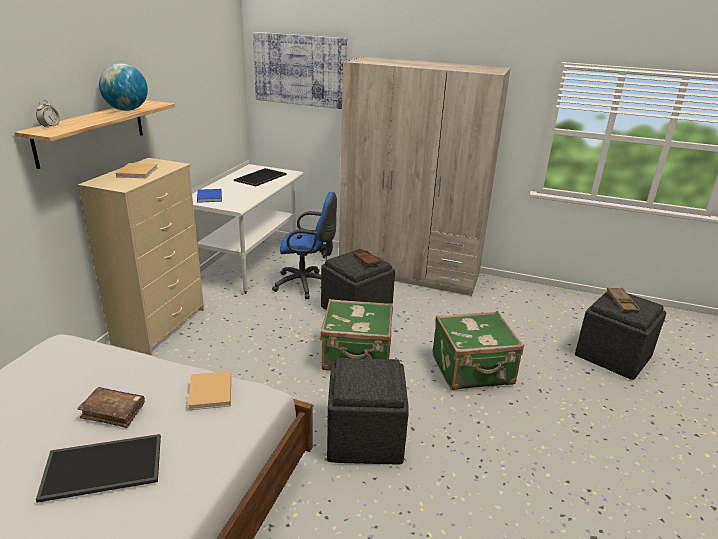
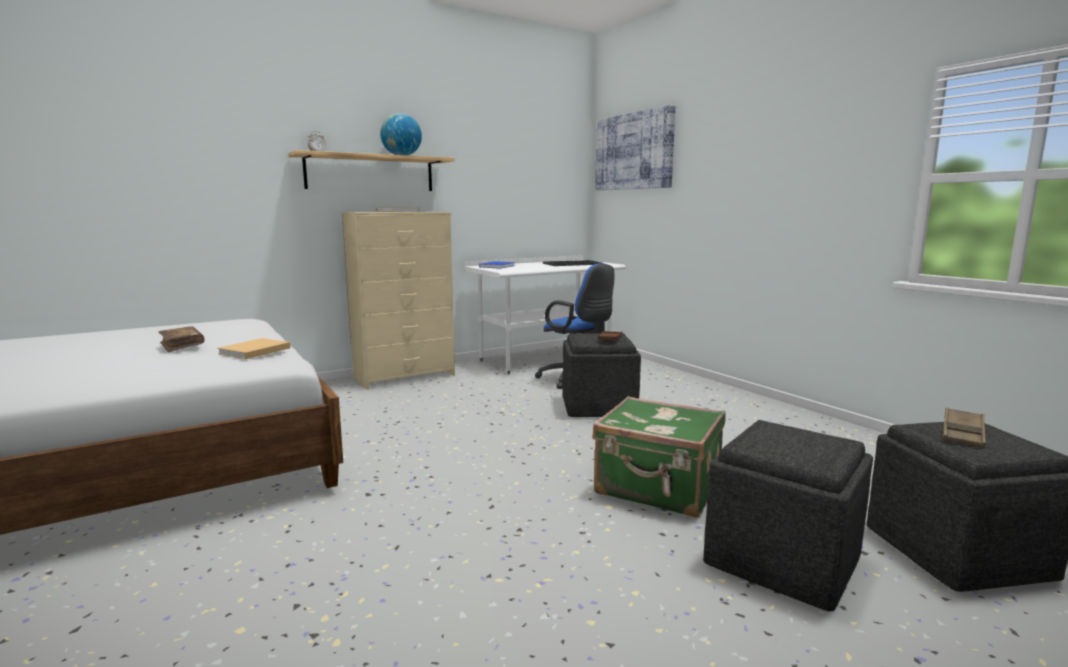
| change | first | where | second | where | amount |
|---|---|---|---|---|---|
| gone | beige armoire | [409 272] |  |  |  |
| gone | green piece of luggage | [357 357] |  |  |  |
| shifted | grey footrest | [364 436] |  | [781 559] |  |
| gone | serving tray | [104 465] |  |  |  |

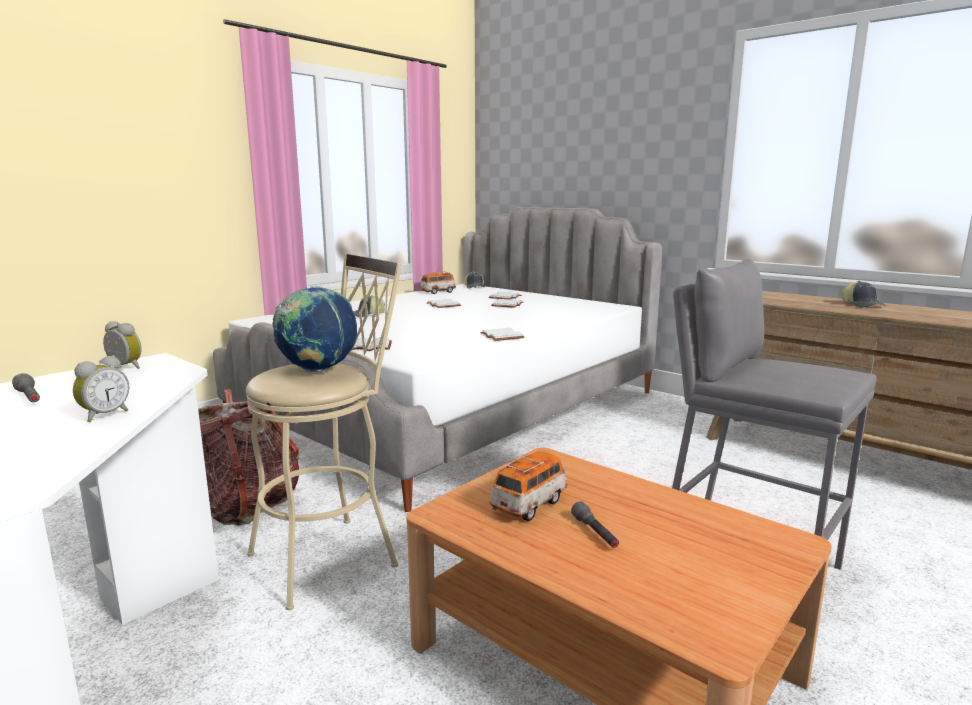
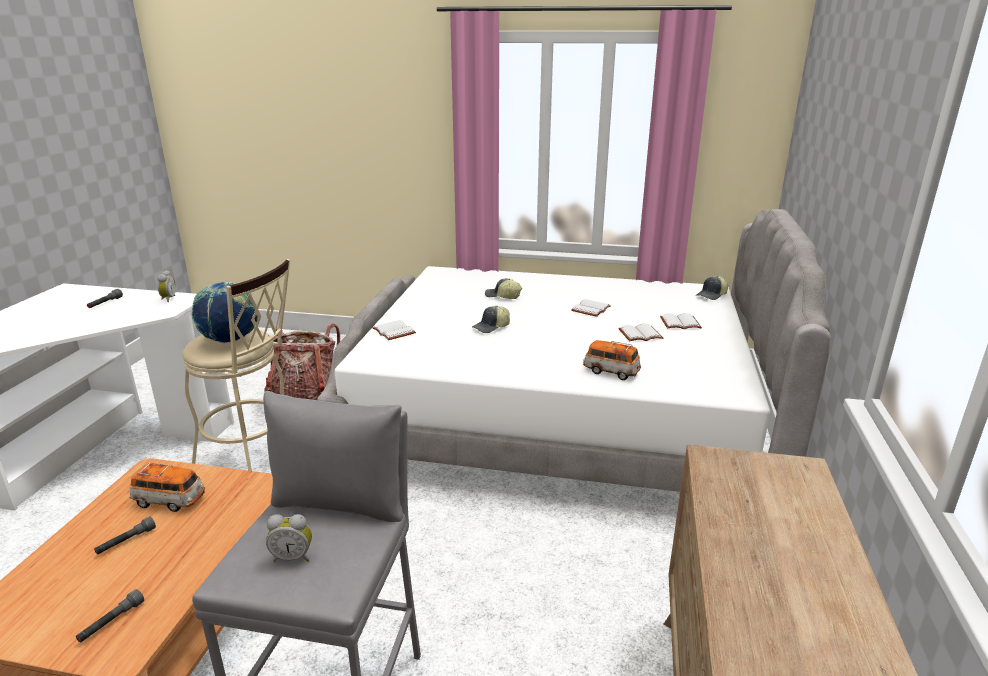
| change | first | where | second | where | amount |
|---|---|---|---|---|---|
| shifted | miniature car | [437 292] |  | [611 372] |  |
| shifted | baseball cap | [862 305] |  | [491 327] |  |
| gone | whitish bound book | [500 336] |  |  |  |
| shifted | table clock | [104 415] |  | [293 557] |  |
| new |  |  | grey hand torch | [111 622] |  |

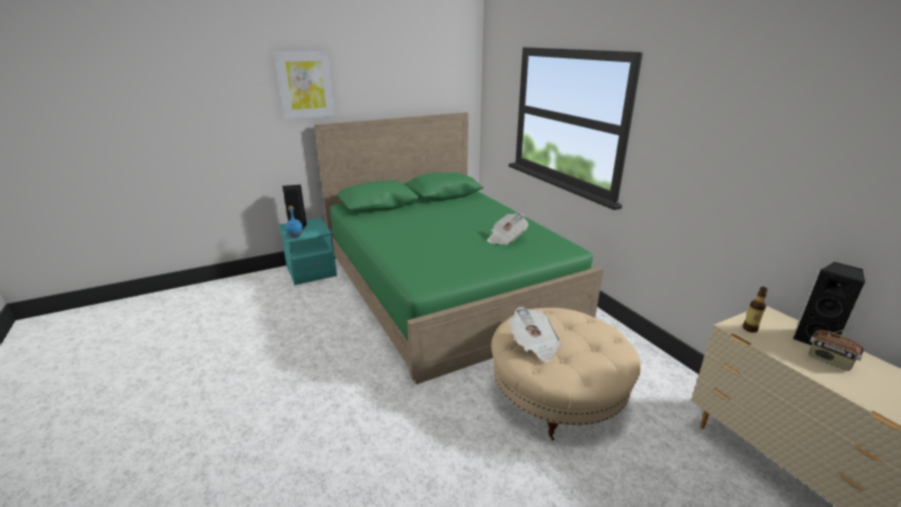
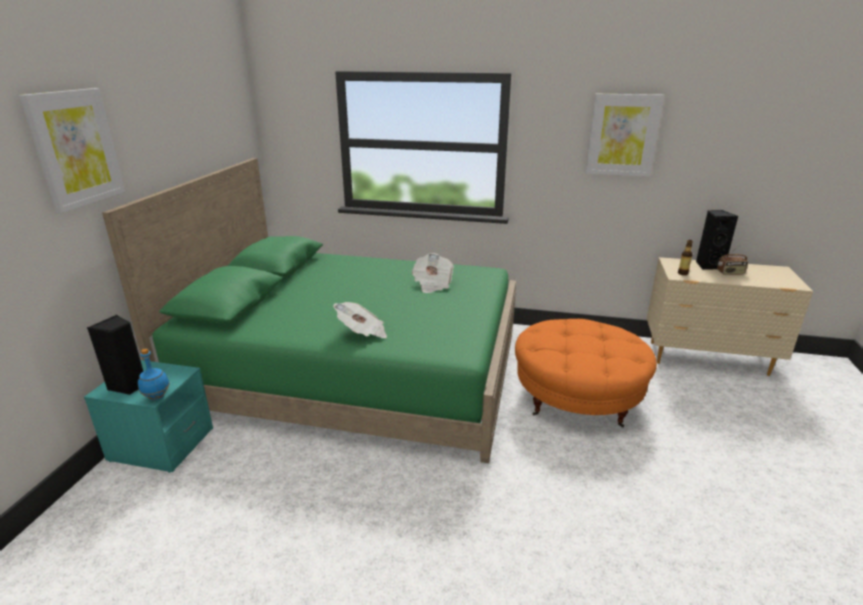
| change | first | where | second | where | amount |
|---|---|---|---|---|---|
| shifted | newspaper | [534 345] |  | [362 332] |  |
| repainted | beige footrest | [557 395] | orangey footrest | [577 397] |  |
| new |  |  | wall art | [622 135] |  |

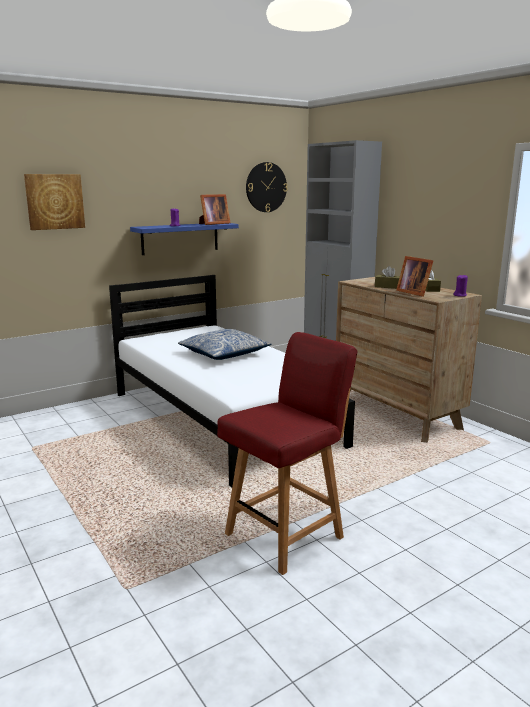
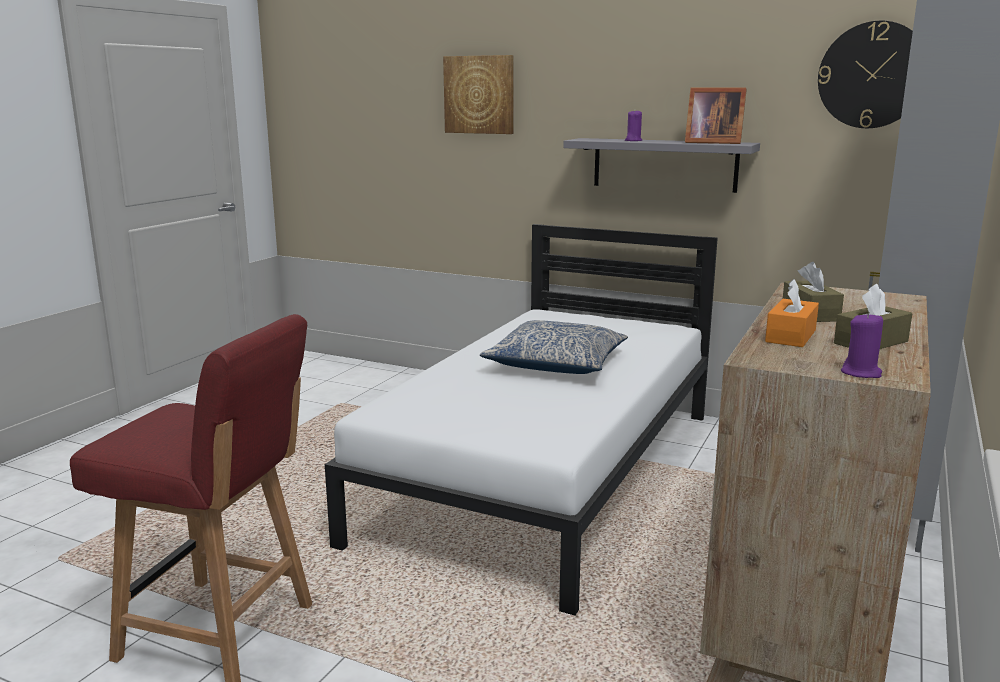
| change | first | where | second | where | amount |
|---|---|---|---|---|---|
| repainted | blue wall shelf | [180 238] | grey wall shelf | [664 164] |  |
| swapped | standing frame | [414 293] | orangey box of tissues | [790 336] |  |

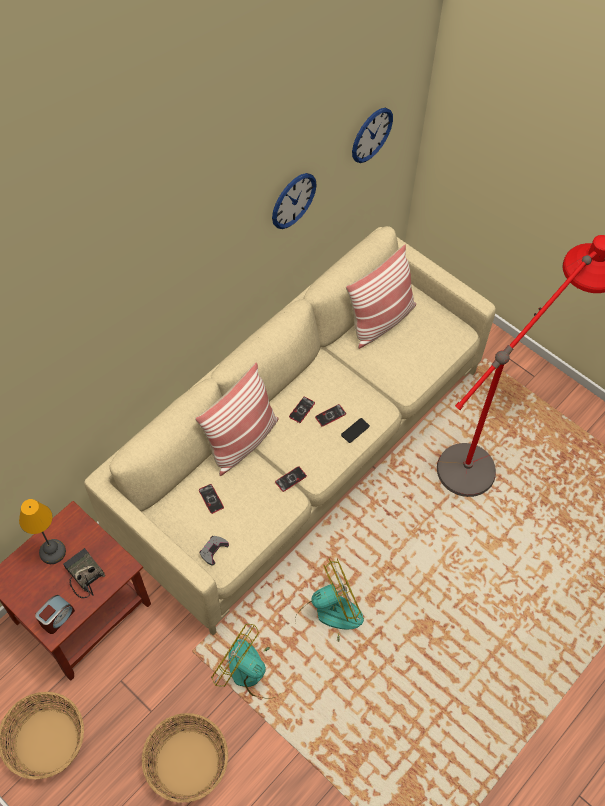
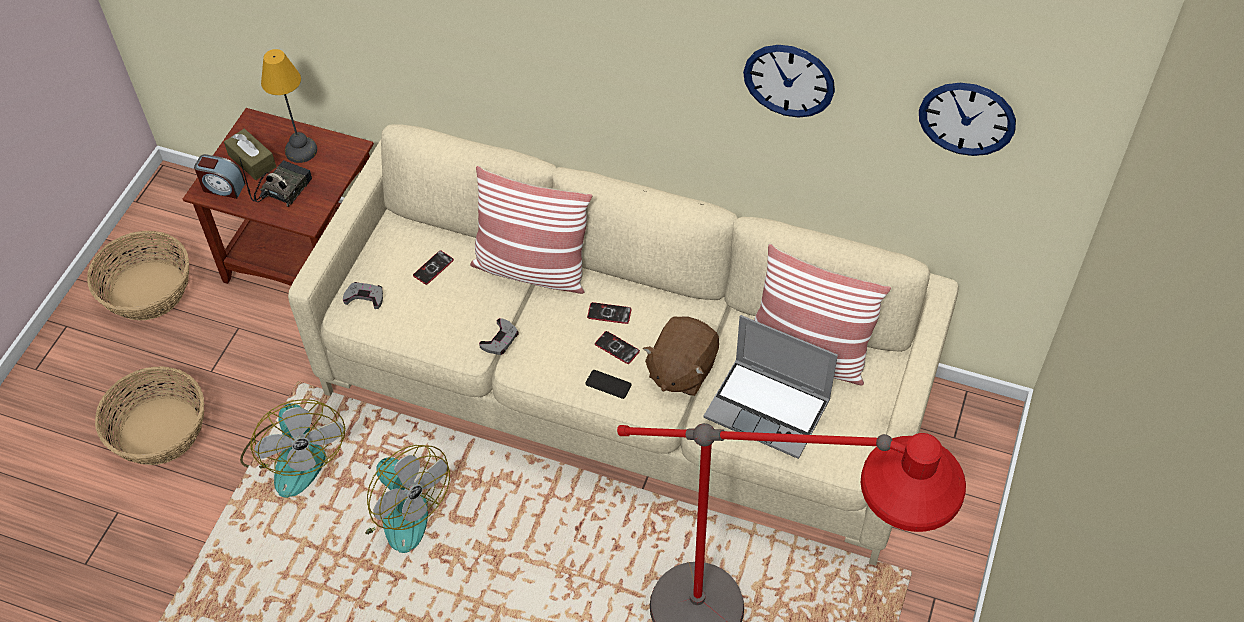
| change | first | where | second | where | amount |
|---|---|---|---|---|---|
| swapped | telephone | [290 479] | grey joypad | [500 340] |  |
| rotated | fan | [255 670] |  | [295 456] | 150 degrees clockwise |
| new |  |  | brown-coloured box of tissues | [252 161] |  |
| new |  |  | laptop | [769 409] |  |
| new |  |  | brown-coloured plush toy | [681 370] |  |

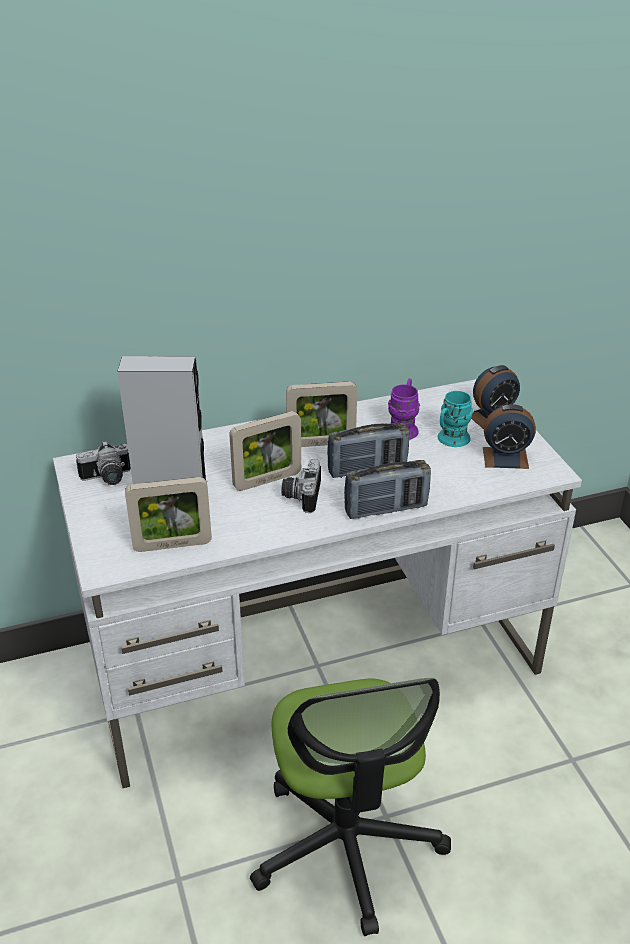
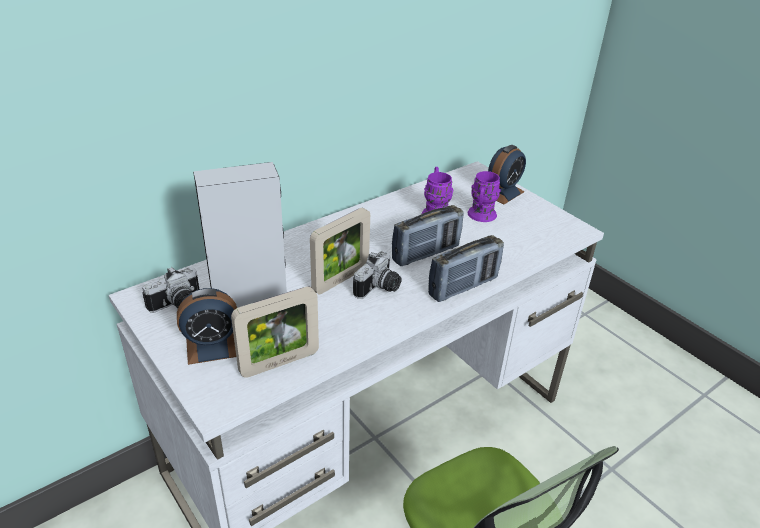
| change | first | where | second | where | amount |
|---|---|---|---|---|---|
| gone | standing frame | [321 443] |  |  |  |
| repainted | turquoise coffee mug | [450 440] | purple-coloured coffee mug | [480 217] |  |
| shifted | table clock | [505 458] |  | [212 346] |  |
| rotated | still camera | [300 496] |  | [380 288] | 135 degrees counterclockwise |

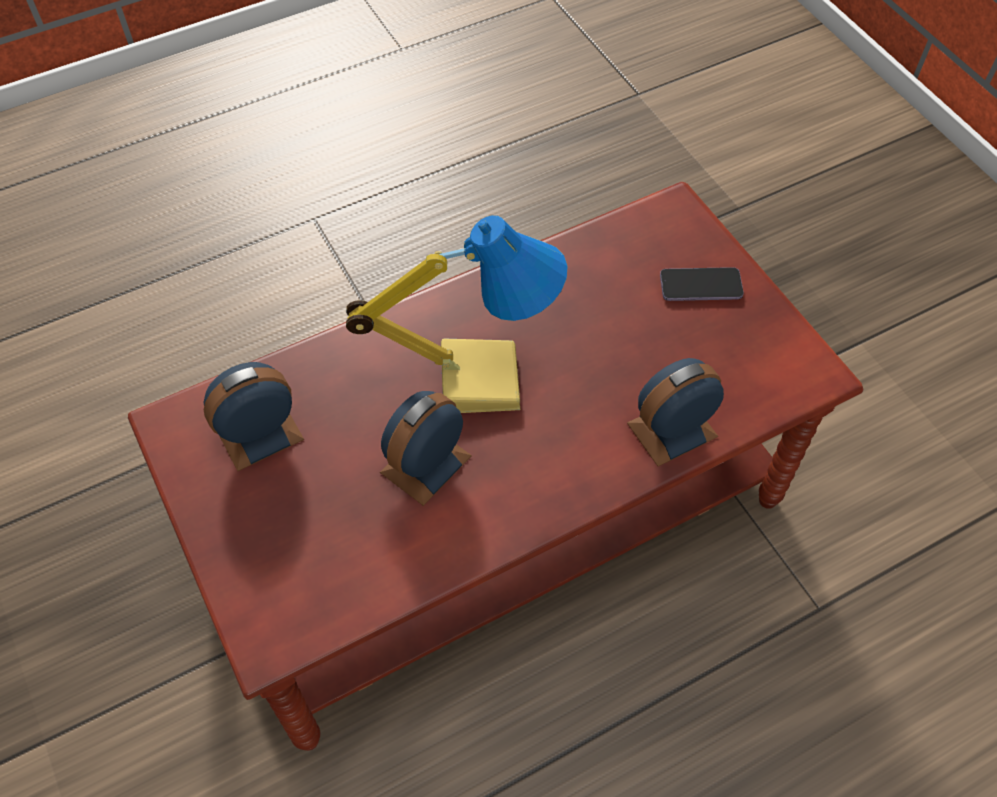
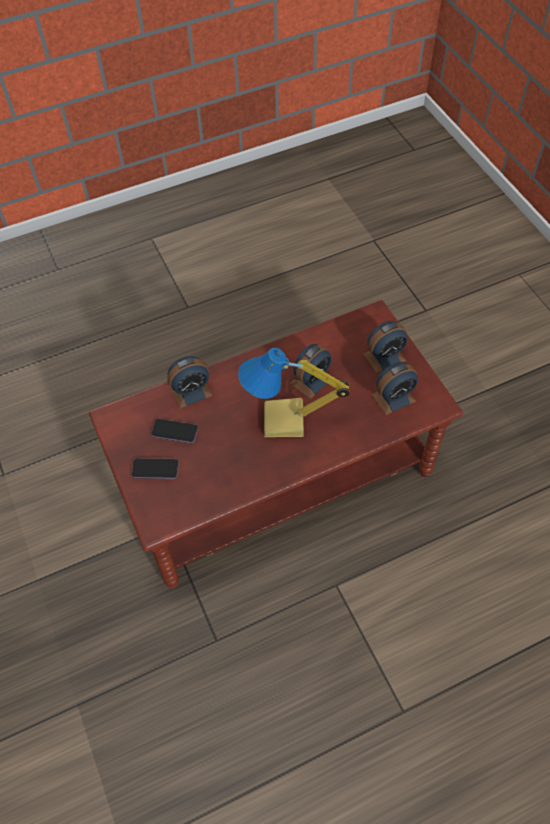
| change | first | where | second | where | amount |
|---|---|---|---|---|---|
| new |  |  | table clock | [384 357] |  |
| new |  |  | telephone | [175 432] |  |

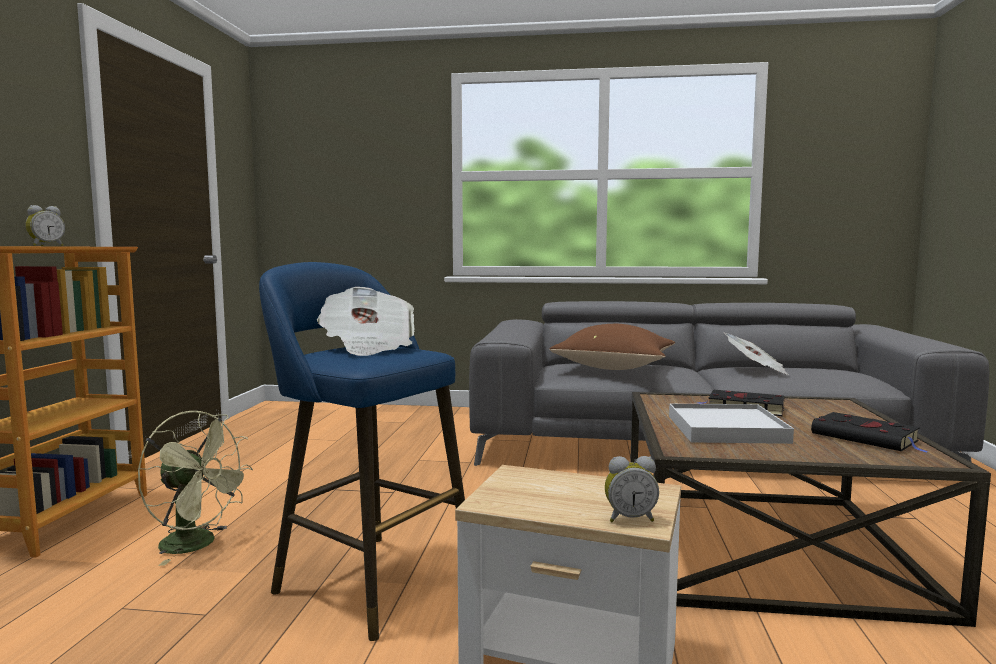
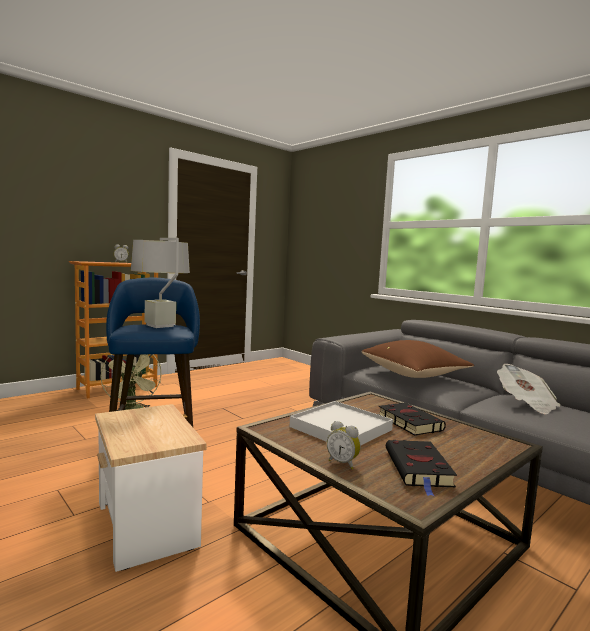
| change | first | where | second | where | amount |
|---|---|---|---|---|---|
| swapped | newspaper | [368 347] | grey tabletop lamp | [160 326] |  |
| shifted | table clock | [629 518] |  | [343 463] |  |

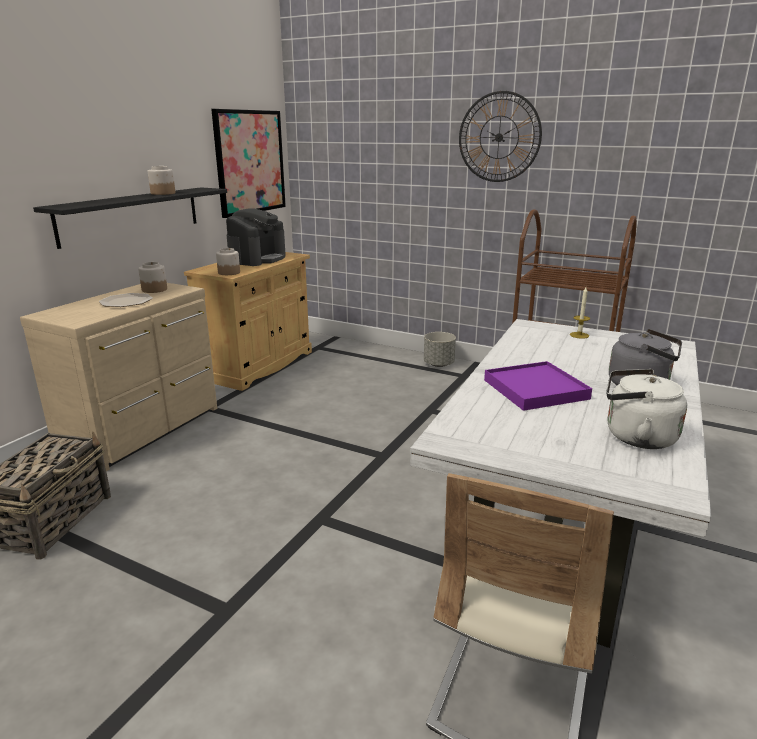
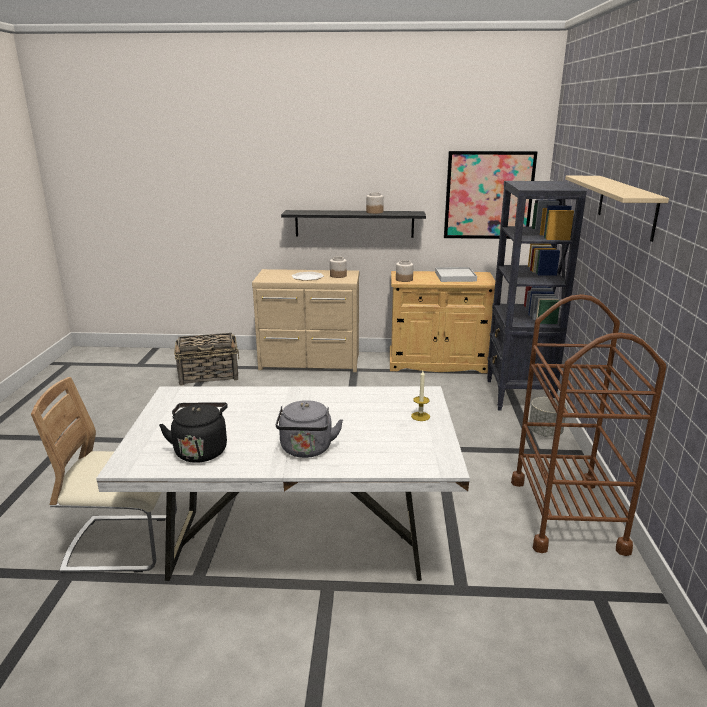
| change | first | where | second | where | amount |
|---|---|---|---|---|---|
| swapped | clock on the wall | [499 137] | beige wall shelf | [626 206] |  |
| swapped | coffee brewer | [257 259] | whitish serving tray | [455 277] |  |
| gone | purple-coloured serving tray | [535 389] |  |  |  |
| repainted | whitish water kettle | [635 437] | black water kettle | [201 450] |  |
| new |  |  | black shelving unit | [518 395] |  |

